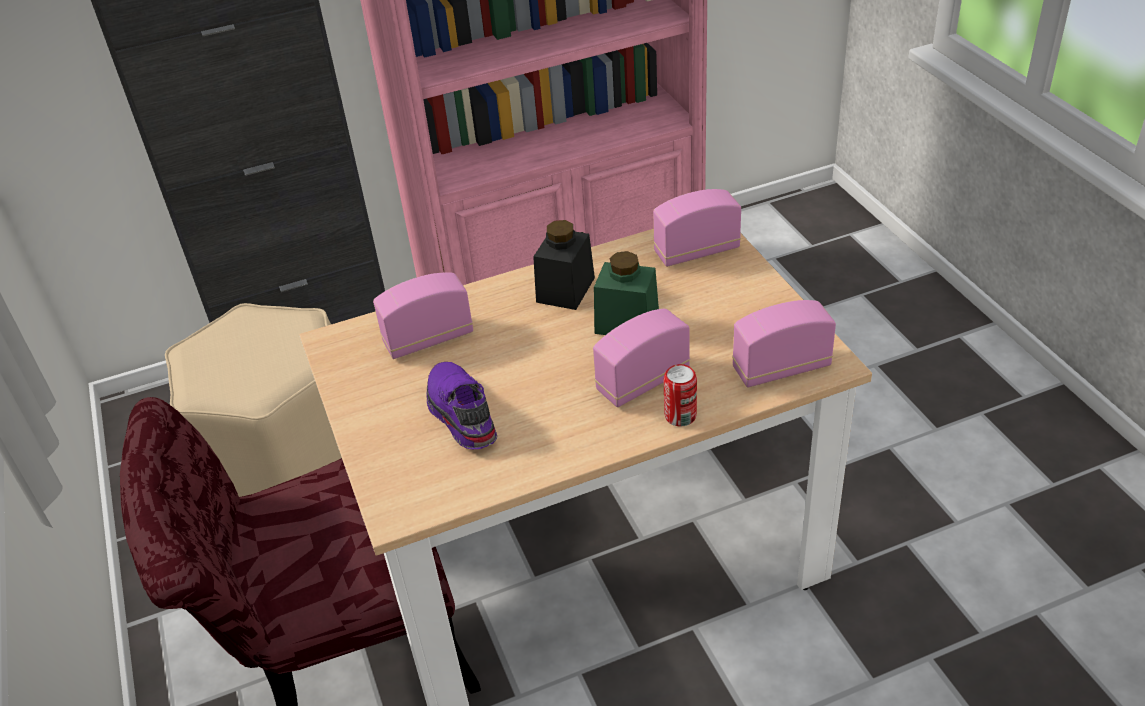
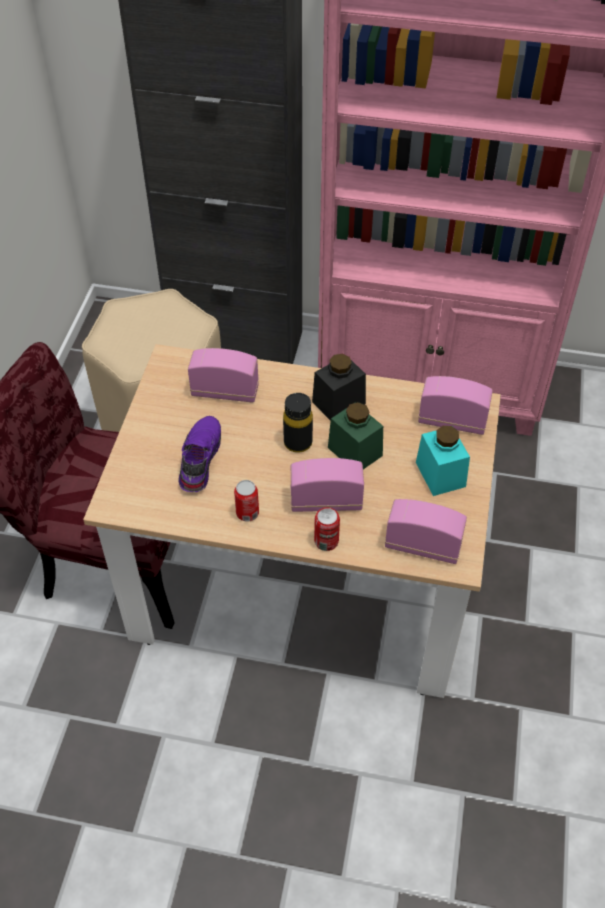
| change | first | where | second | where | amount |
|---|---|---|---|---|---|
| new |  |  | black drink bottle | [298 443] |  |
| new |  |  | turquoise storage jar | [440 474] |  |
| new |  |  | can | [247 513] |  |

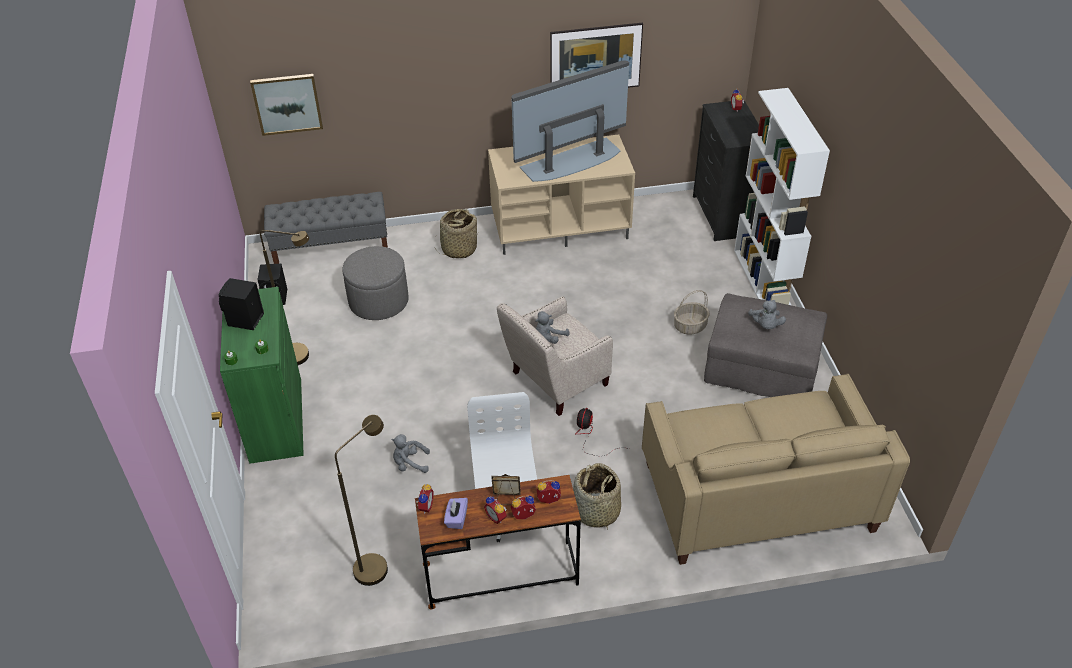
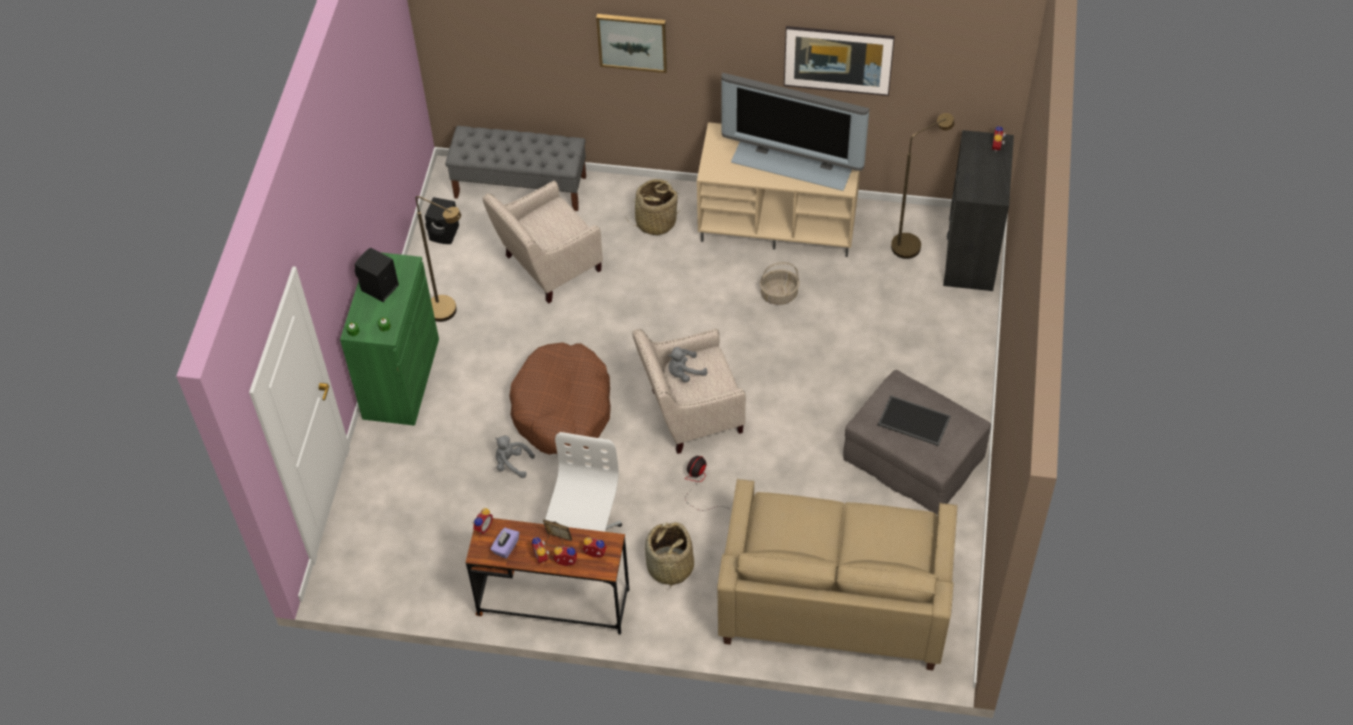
| change | first | where | second | where | amount |
|---|---|---|---|---|---|
| rotated | television | [572 161] |  | [792 162] | 150 degrees counterclockwise |
| shifted | wall art | [287 103] |  | [632 41] |  |
| gone | whitish shelving unit | [764 281] |  |  |  |
| swapped | grey footrest | [378 301] | beige easy chair | [547 266] |  |
| shifted | storage basket | [690 326] |  | [779 294] |  |
| swapped | grey plush toy | [765 325] | serving tray | [913 421] |  |
| shifted | brown-coloured standard lamp | [376 563] |  | [912 242] |  |
| new |  |  | brown-coloured dog bed | [562 408] |  |

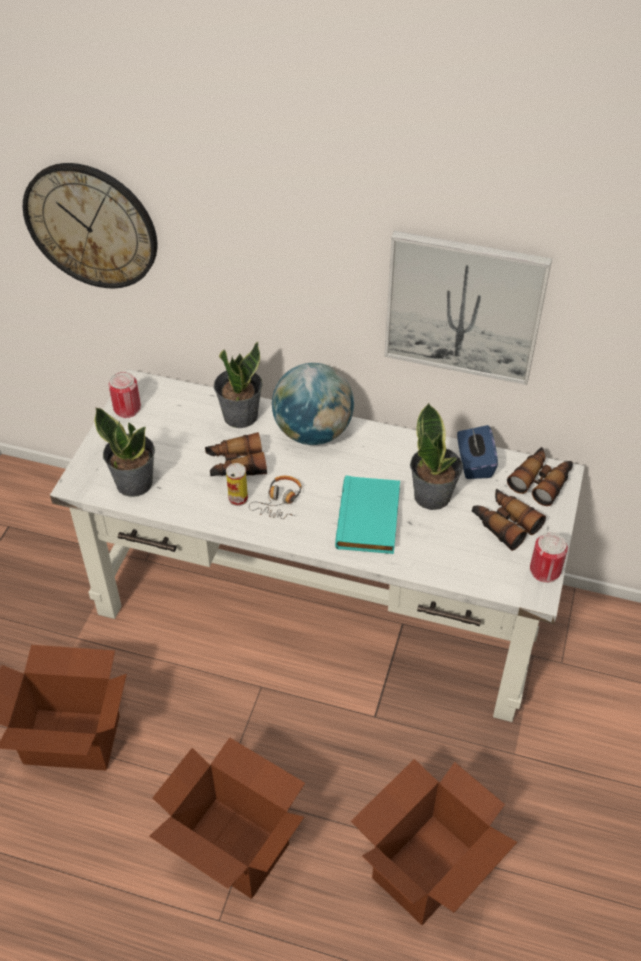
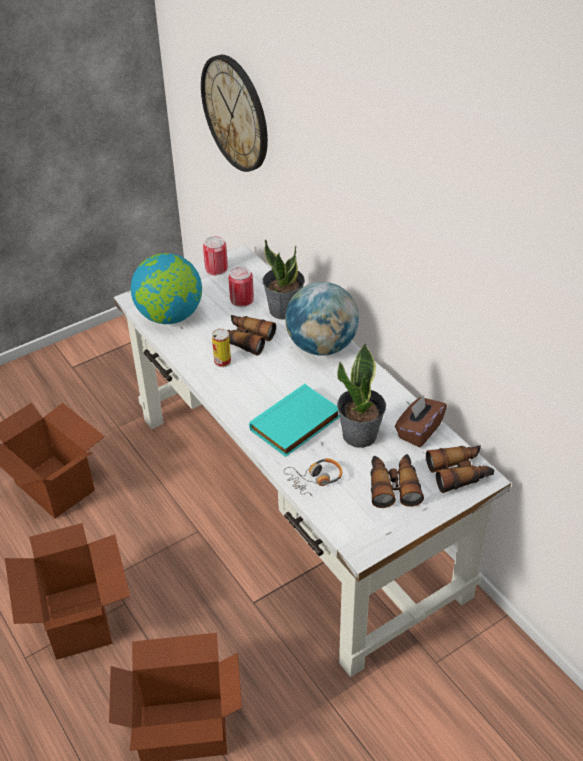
| change | first | where | second | where | amount |
|---|---|---|---|---|---|
| gone | wall art | [464 307] |  |  |  |
| swapped | houseplant | [134 482] | world globe | [170 316] |  |
| repainted | blue box of tissues | [474 463] | brown-coloured box of tissues | [419 431] |  |
| shifted | headset | [279 501] |  | [315 479] |  |
| shifted | can | [545 570] |  | [242 300] |  |

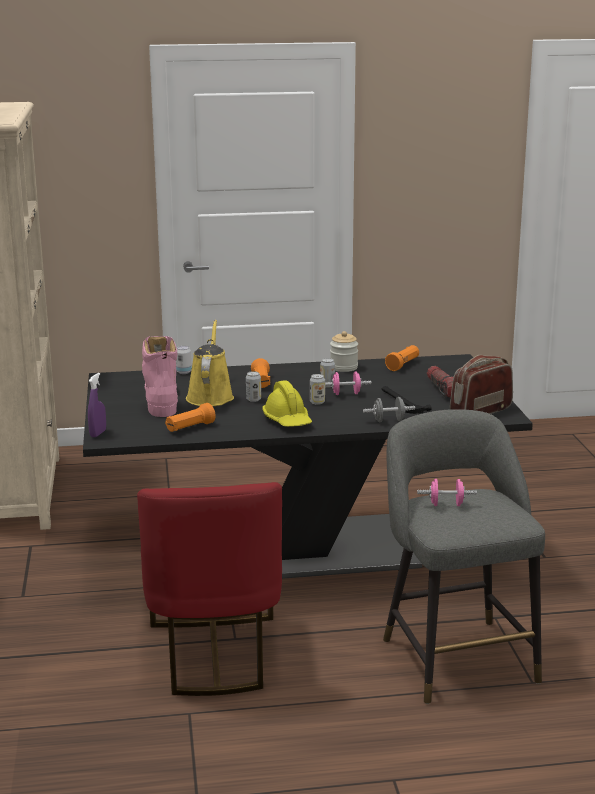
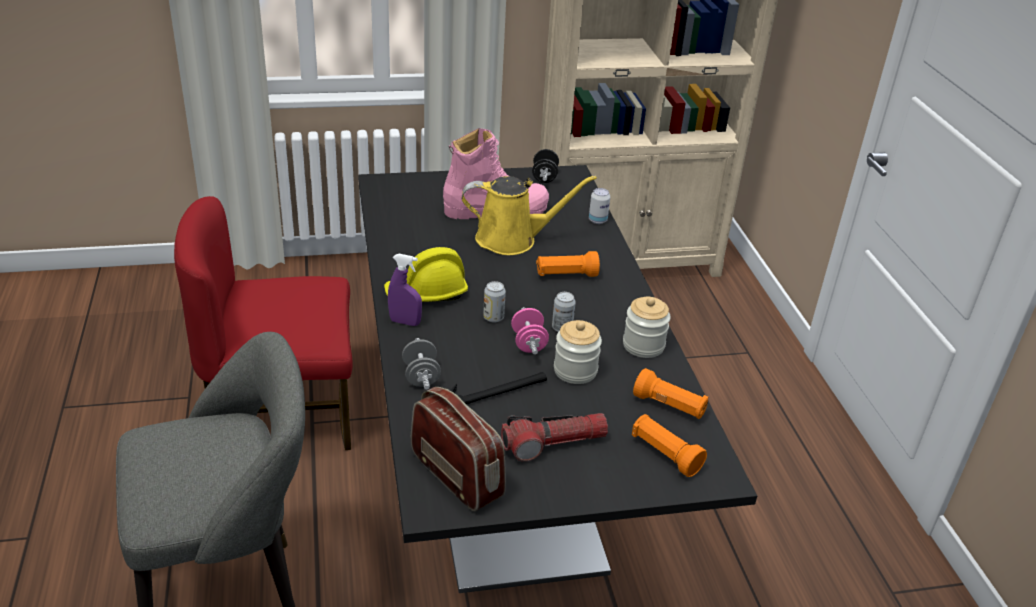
| change | first | where | second | where | amount |
|---|---|---|---|---|---|
| gone | can | [253 399] |  |  |  |
| shifted | purple-coloured sprayer | [98 433] |  | [405 322] |  |
| shifted | orangey hand torch | [190 428] |  | [665 454] |  |
| gone | pink free weight | [446 504] |  |  |  |
| new |  |  | black free weight | [544 177] |  |
| new |  |  | storage jar | [575 370] |  |

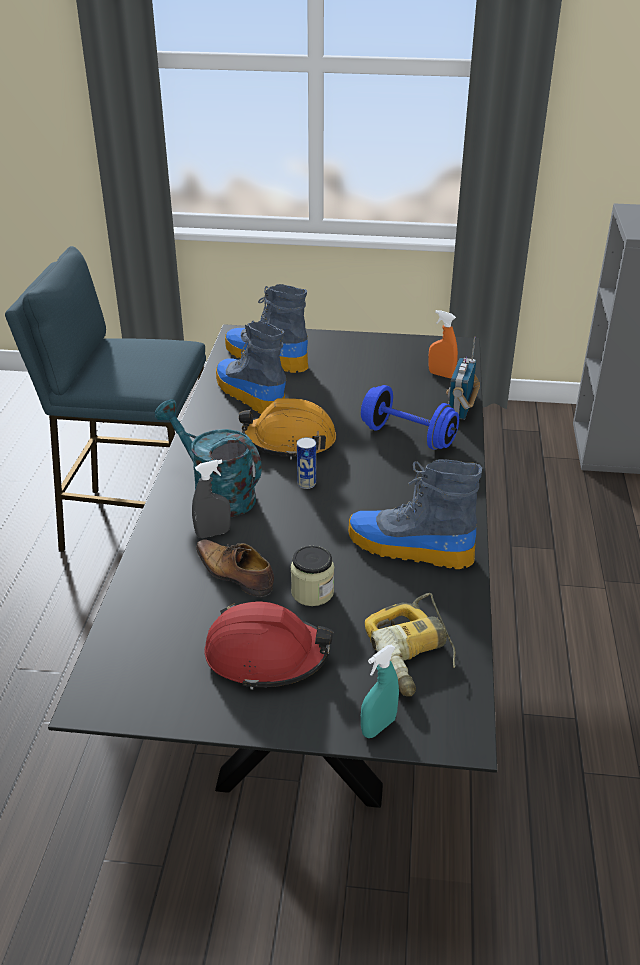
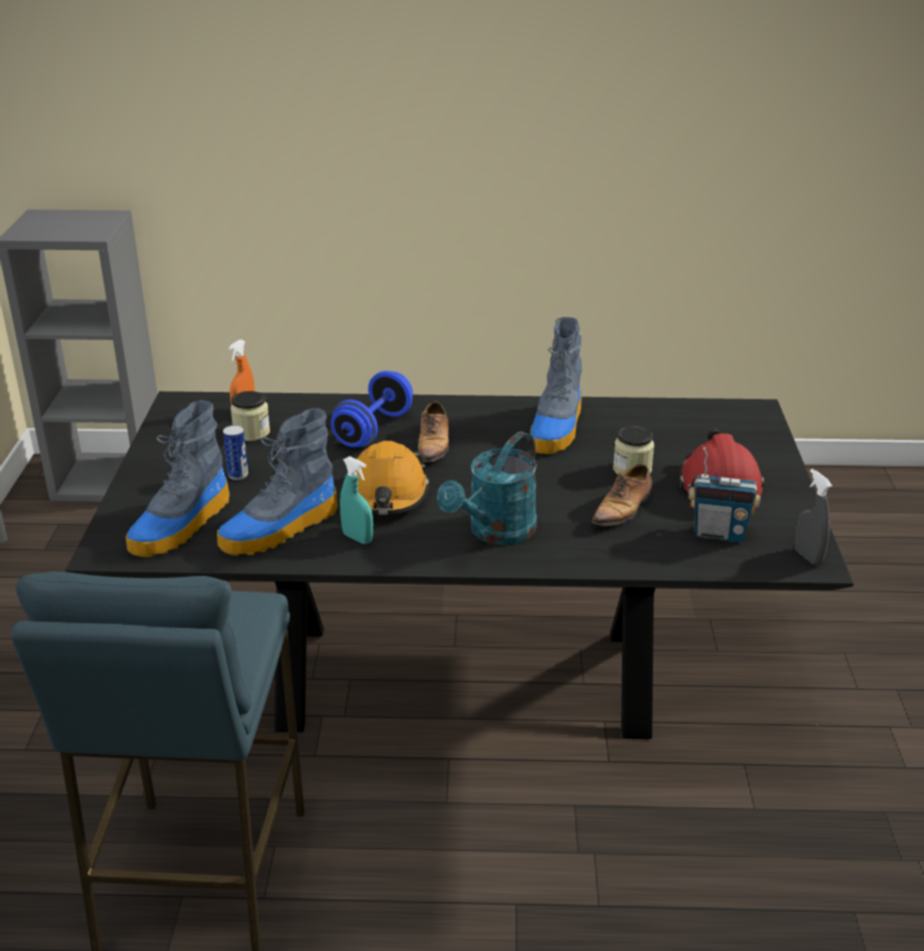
| change | first | where | second | where | amount |
|---|---|---|---|---|---|
| shifted | radio | [460 410] |  | [719 534] |  |
| shifted | can | [306 483] |  | [238 475] |  |
| shifted | grey sprayer | [213 533] |  | [807 556] |  |
| gone | drill | [414 653] |  |  |  |
| shifted | turquoise sprayer | [378 726] |  | [357 538] |  |
| new |  |  | storage jar | [251 432] |  |
| new |  |  | low shoe | [433 445] |  |

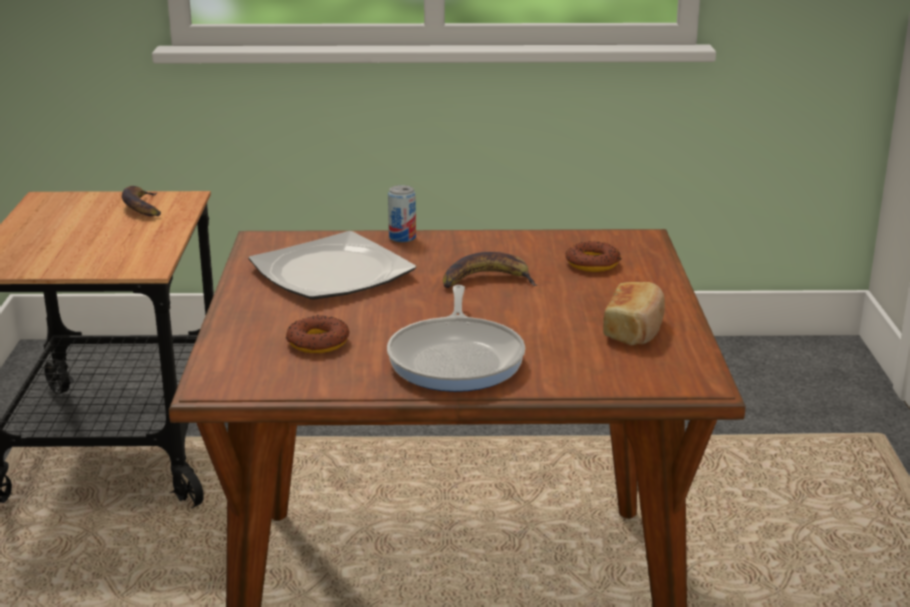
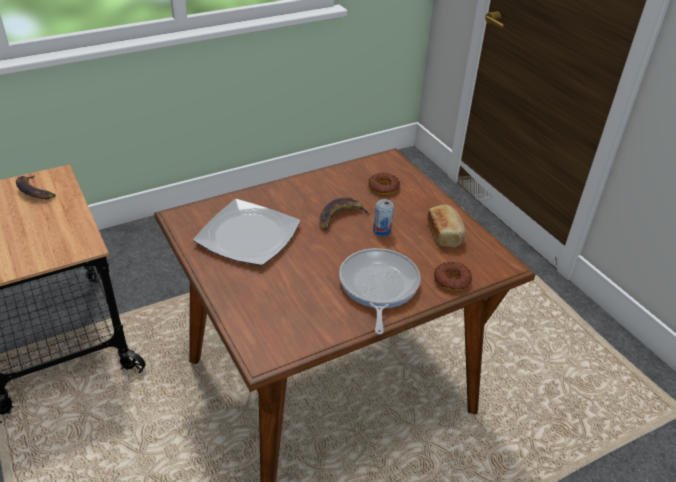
| change | first | where | second | where | amount |
|---|---|---|---|---|---|
| shifted | can | [402 237] |  | [382 231] |  |
| rotated | pan | [457 359] |  | [378 287] | 150 degrees counterclockwise |
| shifted | ring doughnut | [318 342] |  | [451 280] |  |

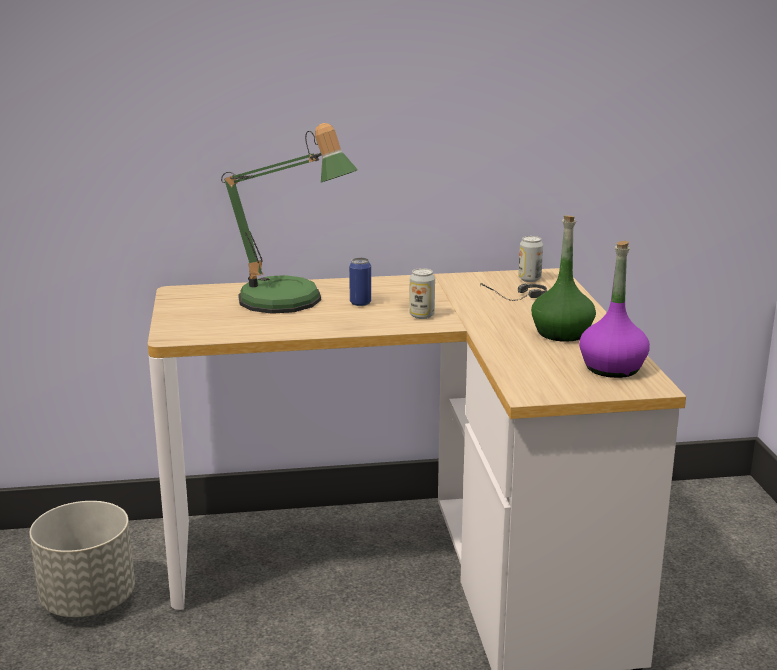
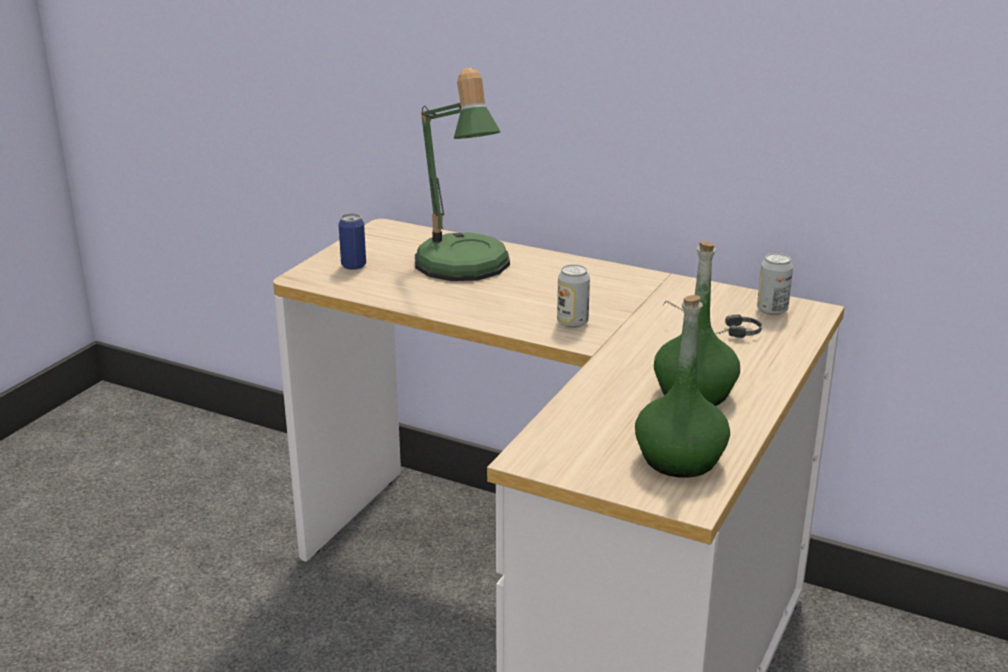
| change | first | where | second | where | amount |
|---|---|---|---|---|---|
| repainted | purple-coloured drink bottle | [612 368] | green drink bottle | [679 459] |  |
| shifted | can | [360 303] |  | [353 265] |  |
| gone | grey flower pot | [89 600] |  |  |  |

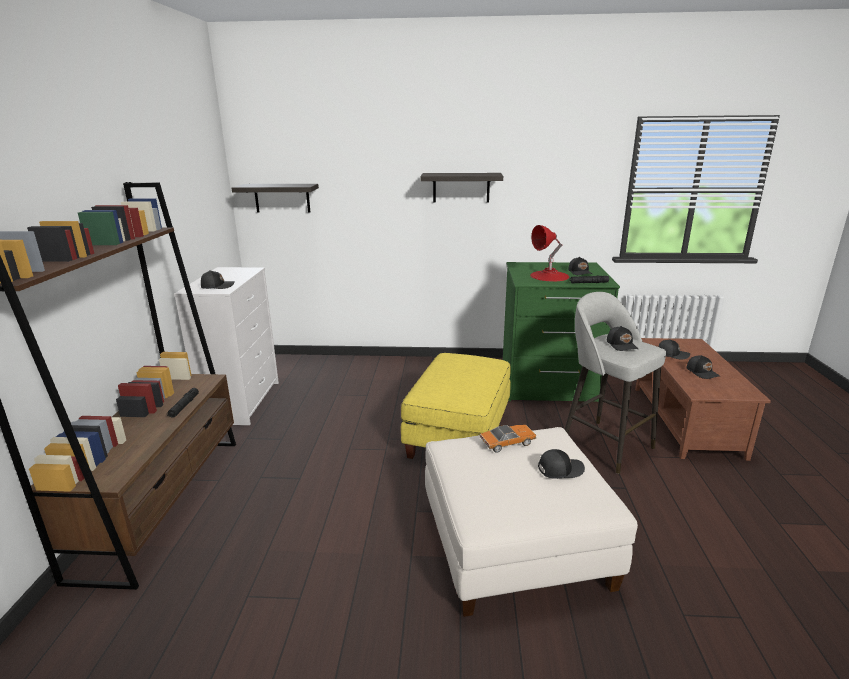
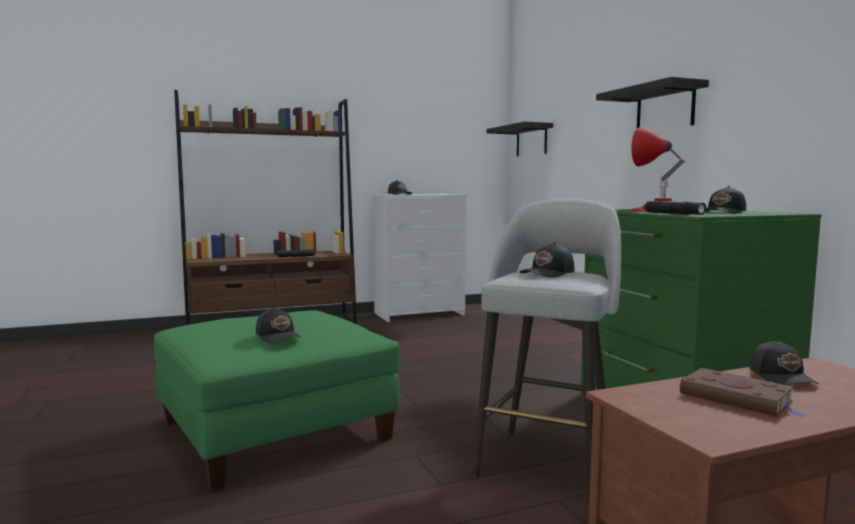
| change | first | where | second | where | amount |
|---|---|---|---|---|---|
| gone | yellowish footrest | [458 433] |  |  |  |
| swapped | black baseball cap | [702 372] | brown-coloured bound book | [738 399] |  |
| gone | miniature car | [507 442] |  |  |  |
| repainted | whitish footrest | [514 544] | green footrest | [275 430] |  |

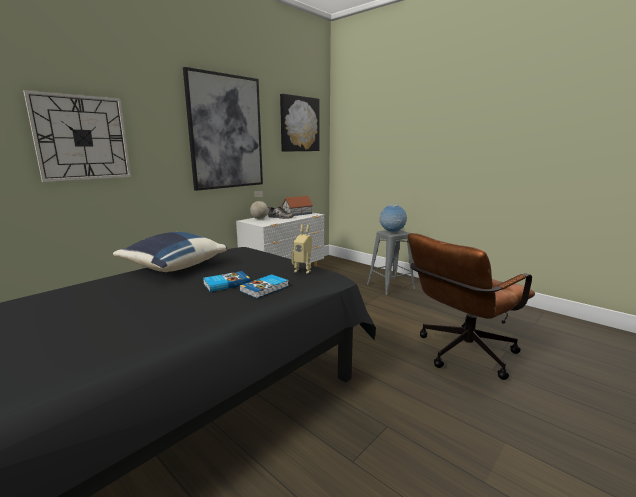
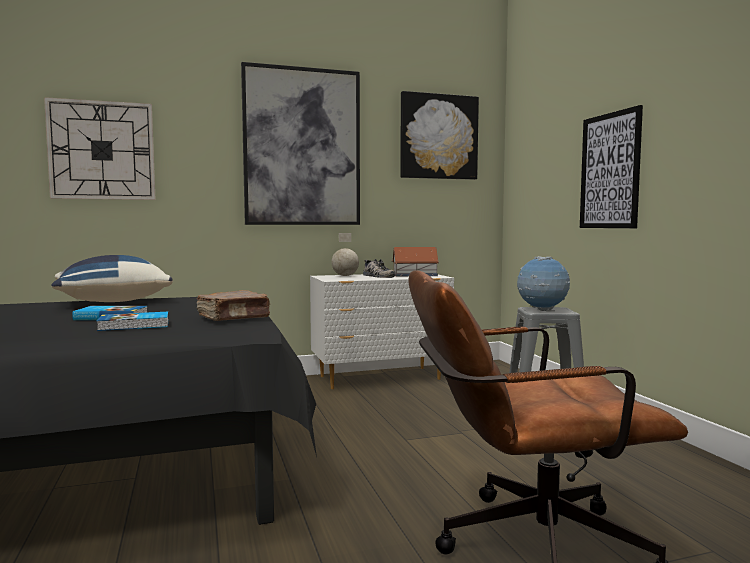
| change | first | where | second | where | amount |
|---|---|---|---|---|---|
| swapped | toy robot | [303 270] | brown-coloured bound book | [234 318] |  |
| new |  |  | wall art | [610 171] |  |

